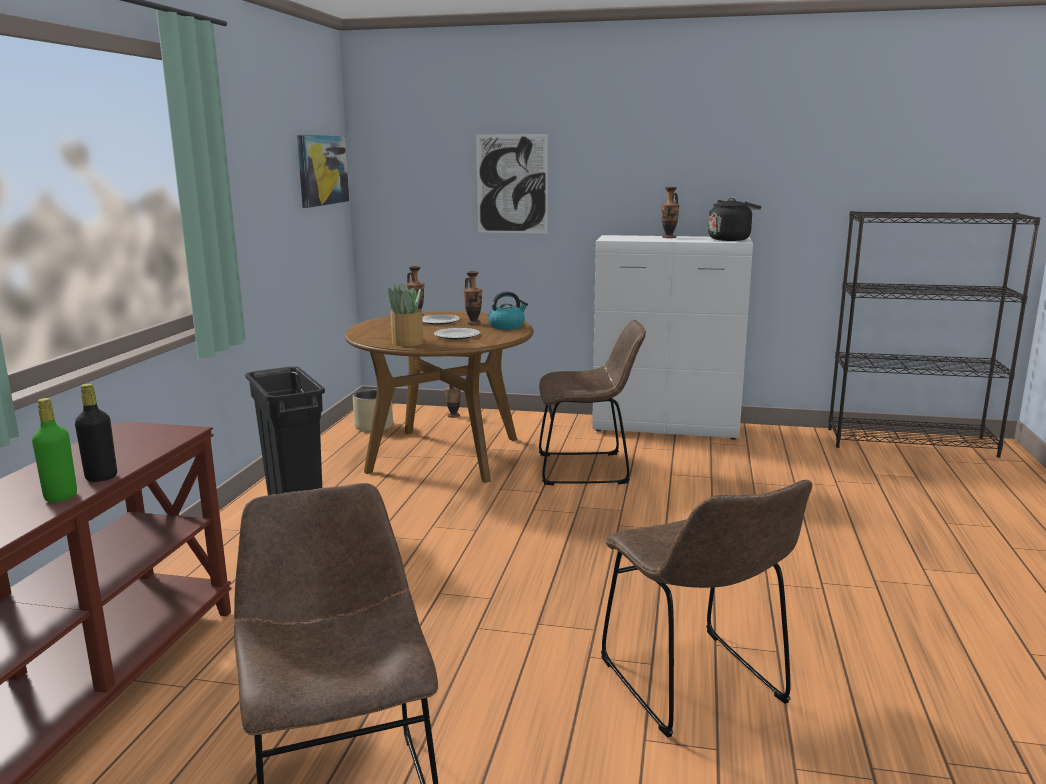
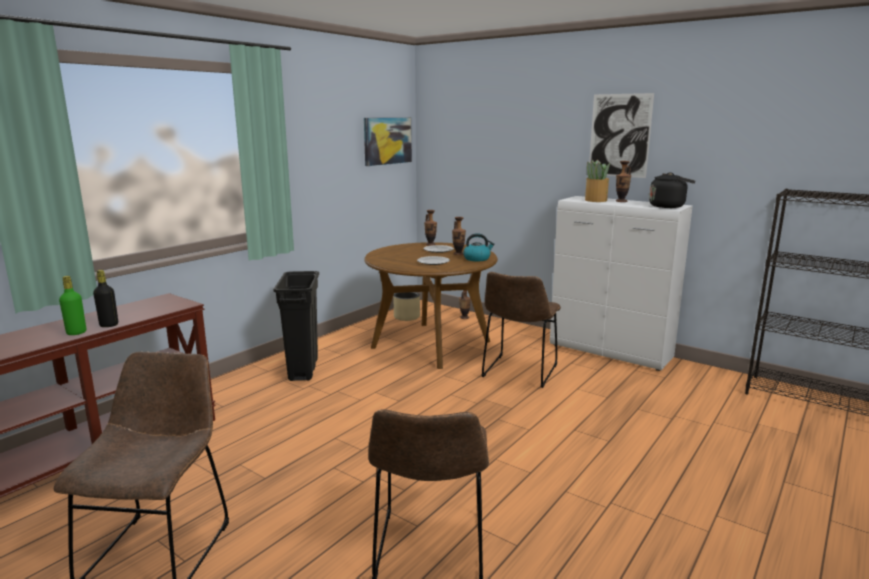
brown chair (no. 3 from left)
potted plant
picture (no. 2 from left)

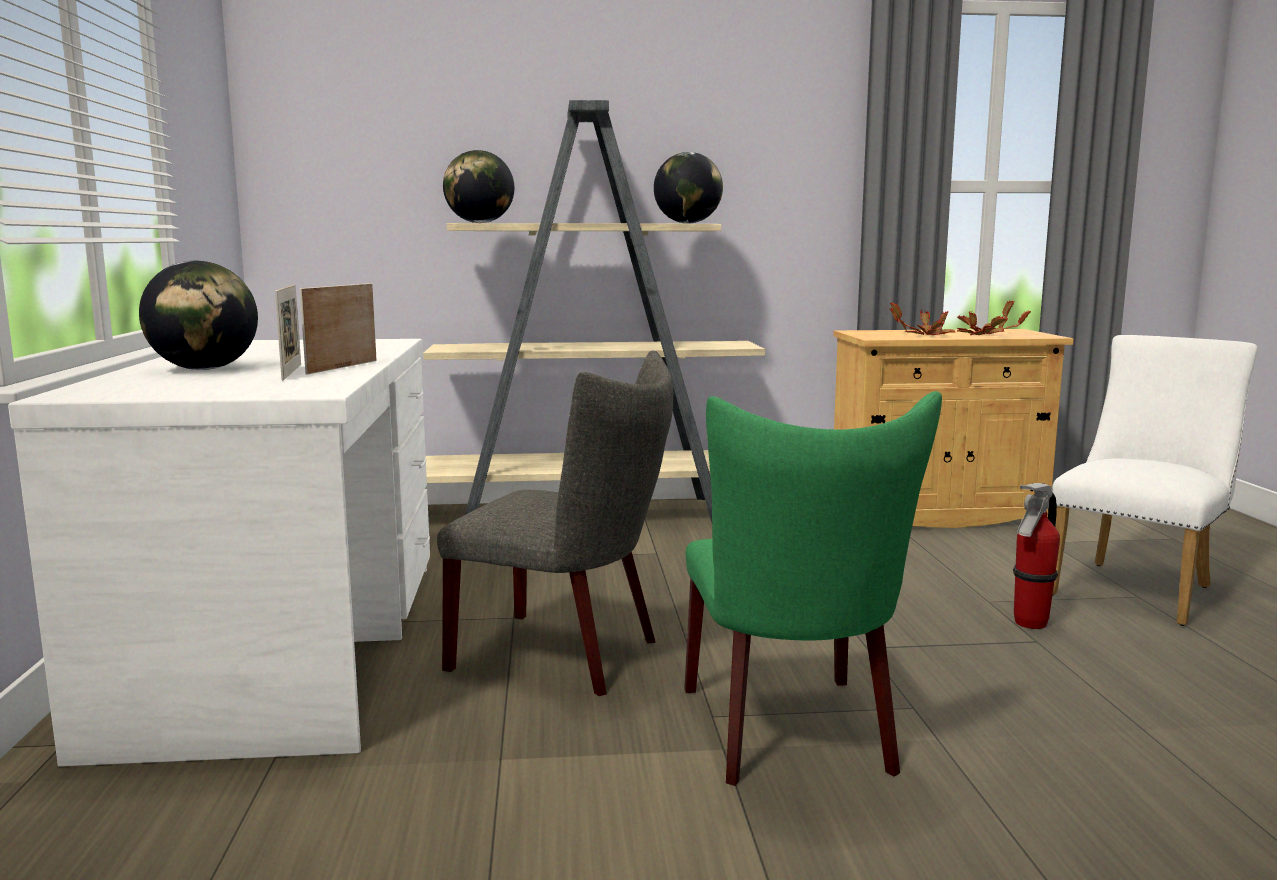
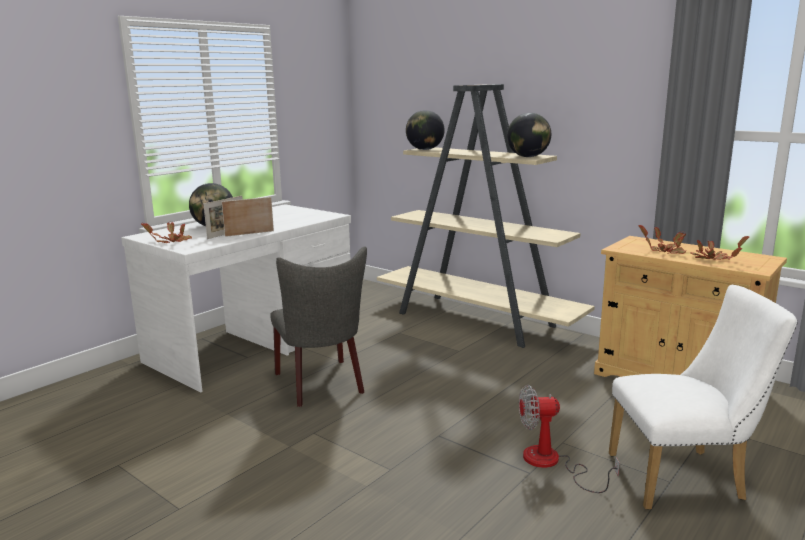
potted plant (no. 1 from left)
fan
green chair

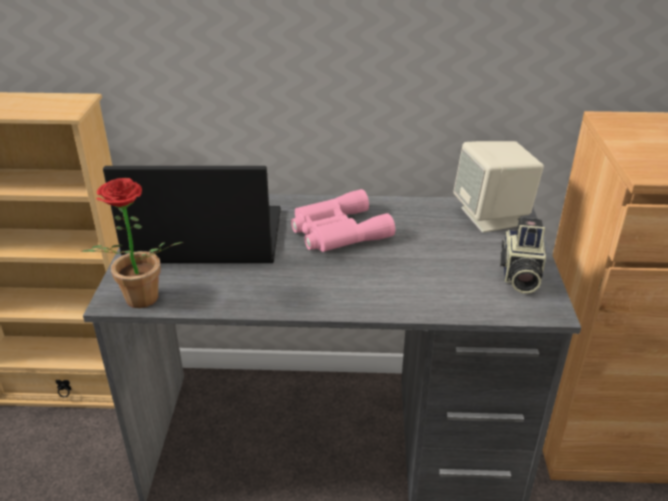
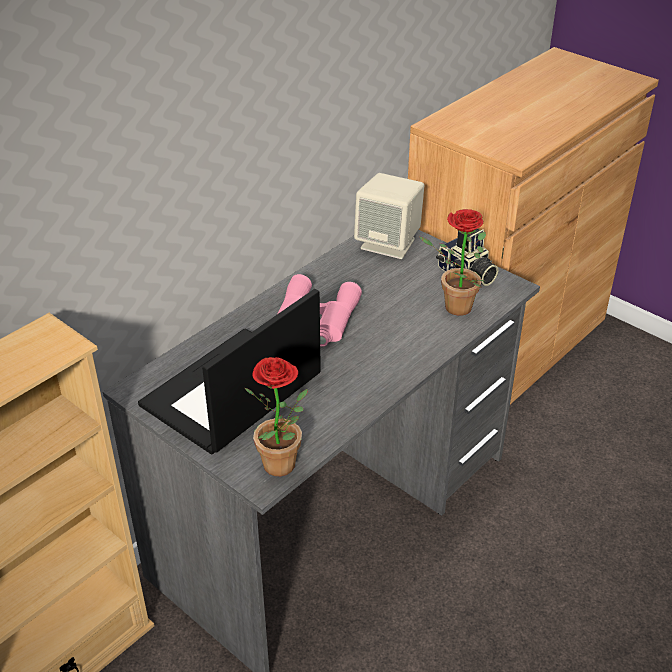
potted plant (no. 2 from left)

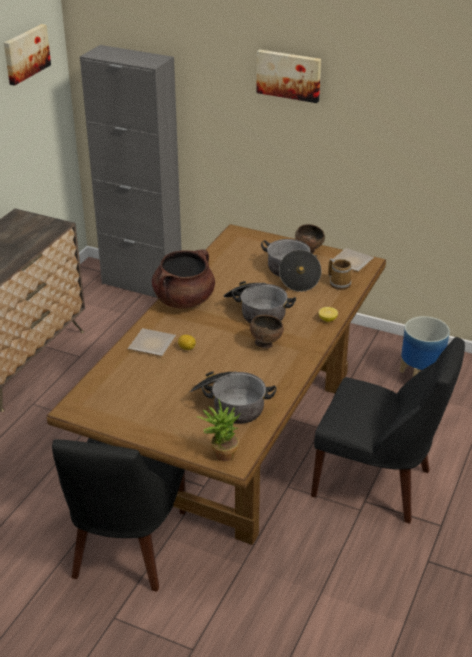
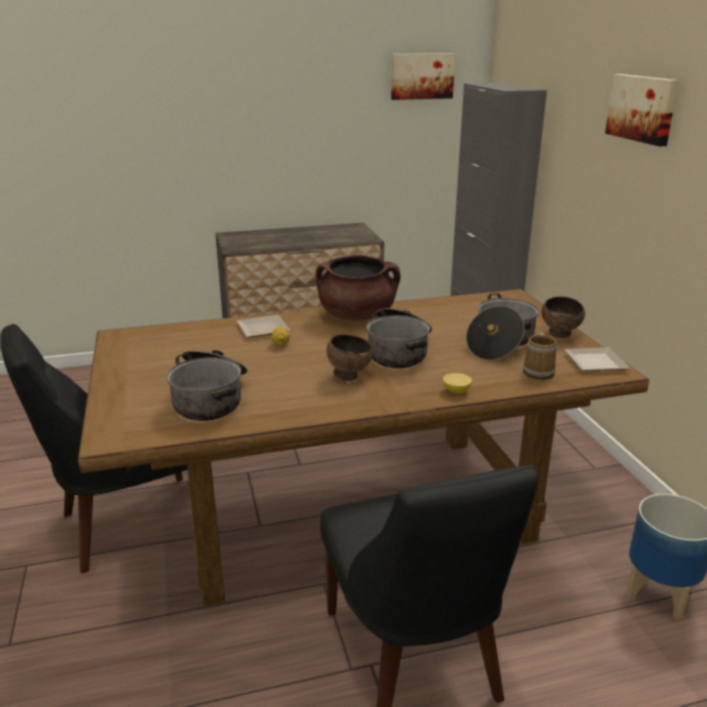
potted plant

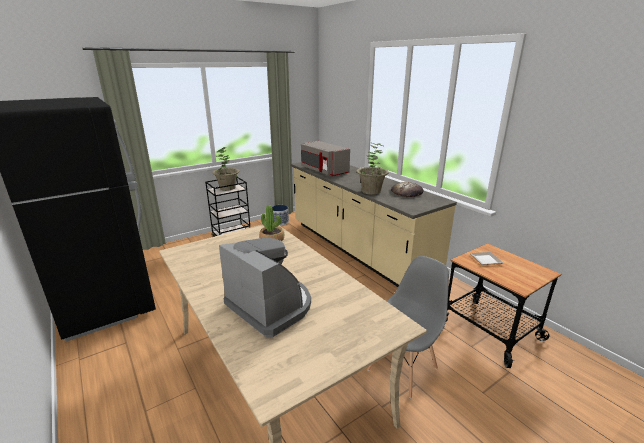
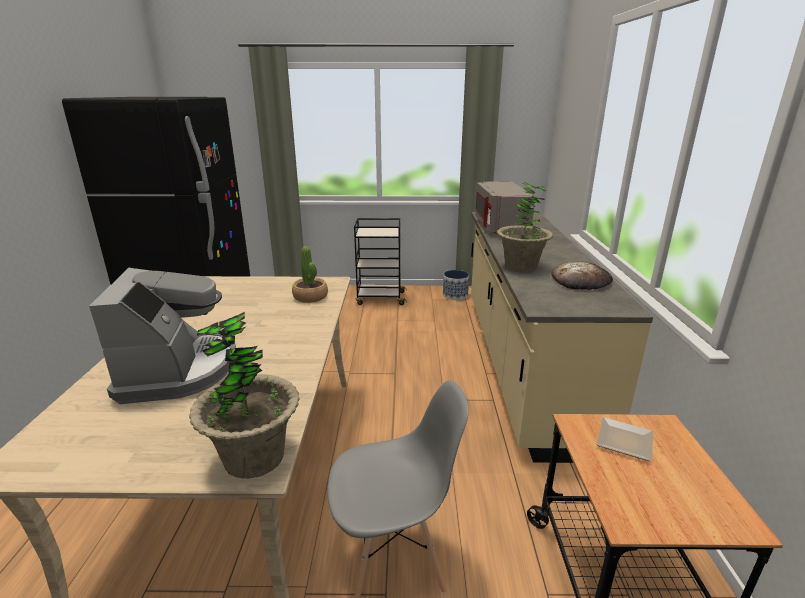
potted plant (no. 1 from left)

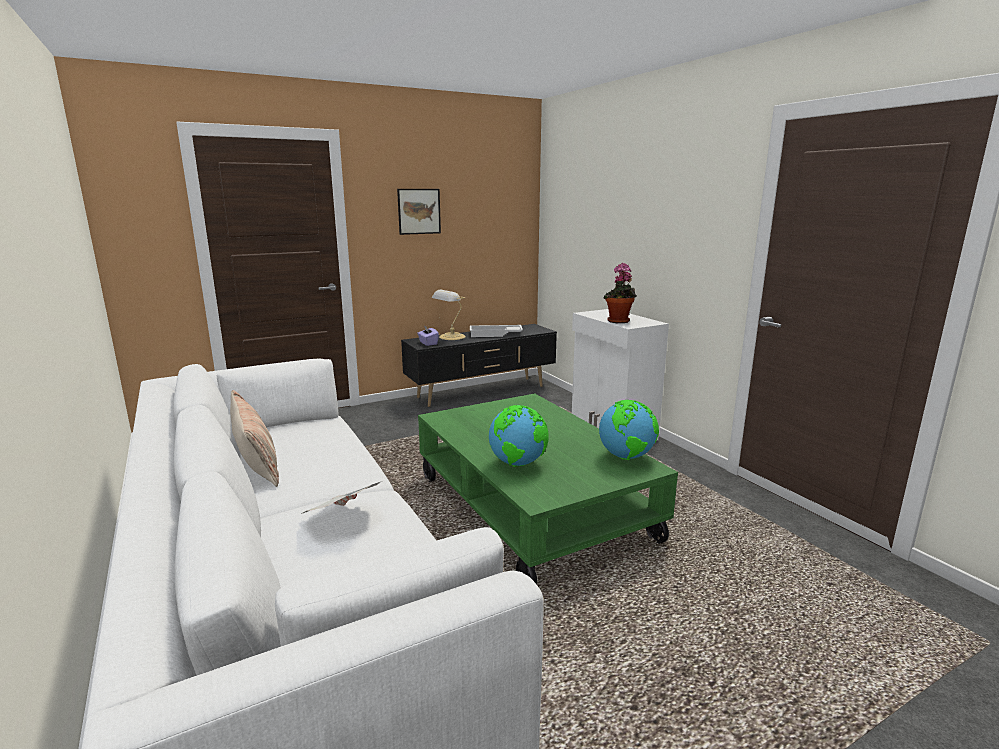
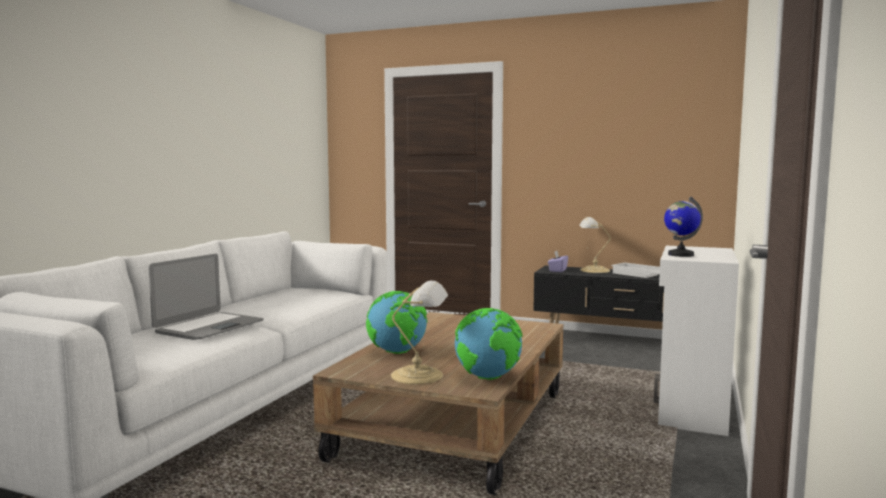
laptop
brown coffee table
table lamp (no. 1 from left)
globe (no. 3 from left)
pillow
picture

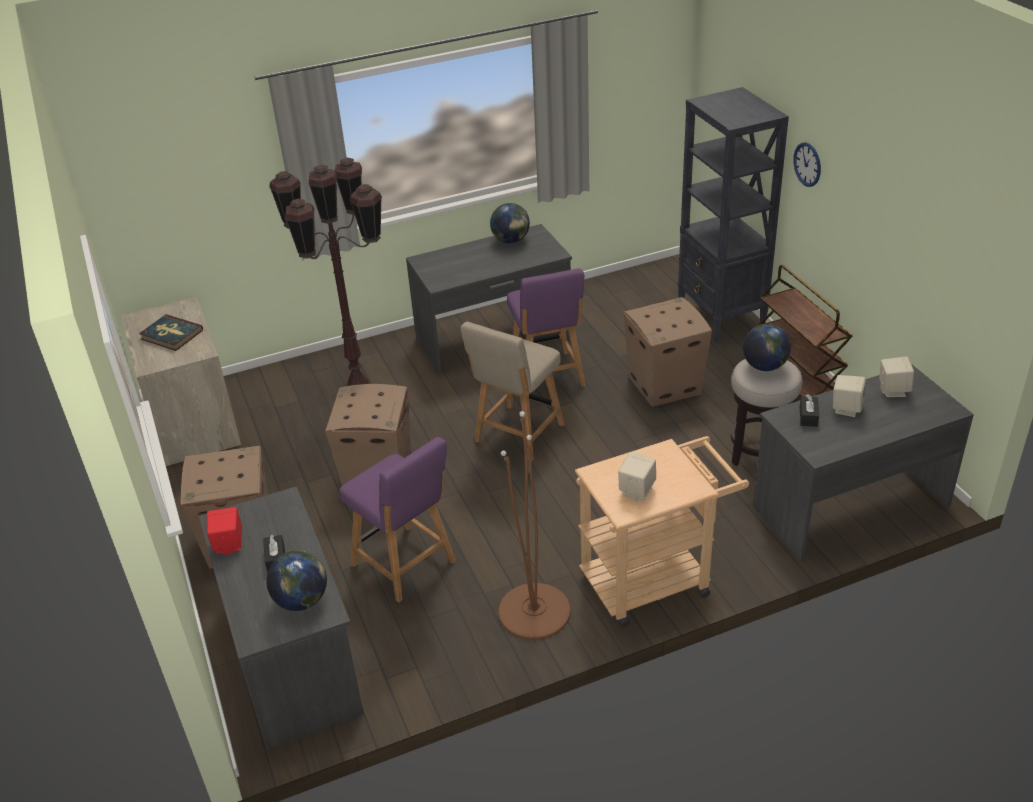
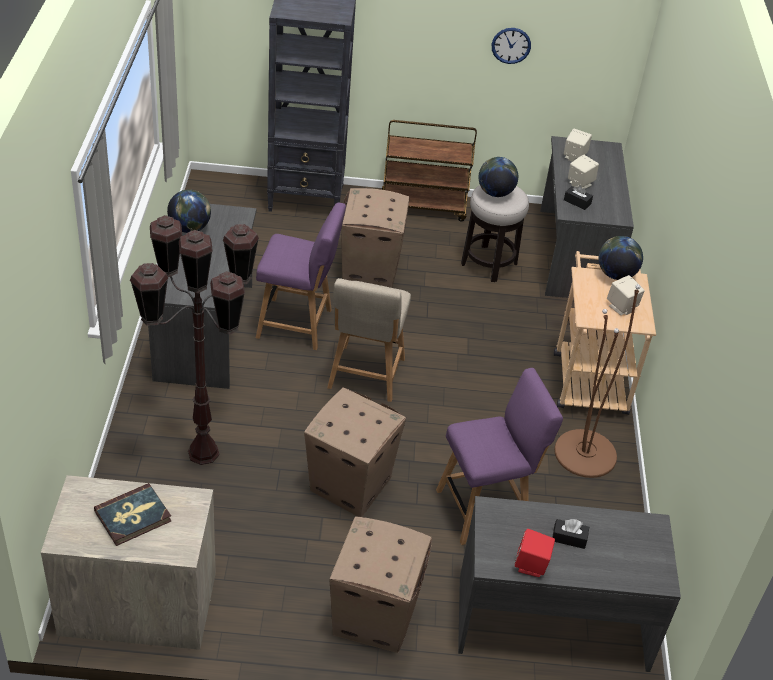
beige chair
wall clock
globe (no. 3 from left)

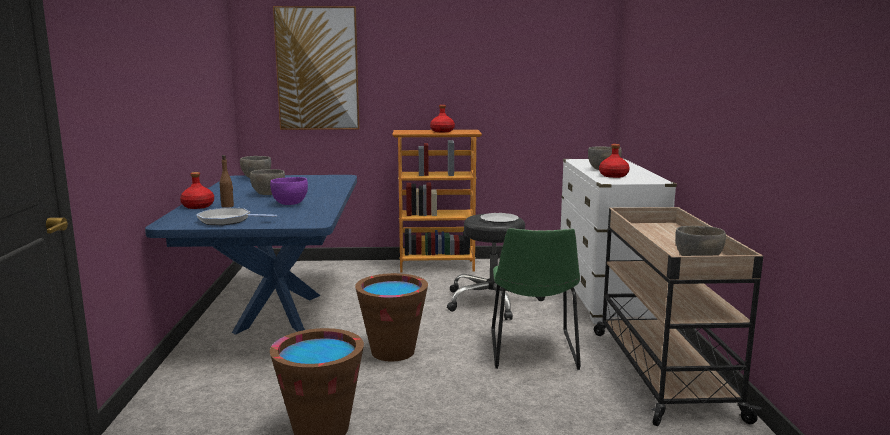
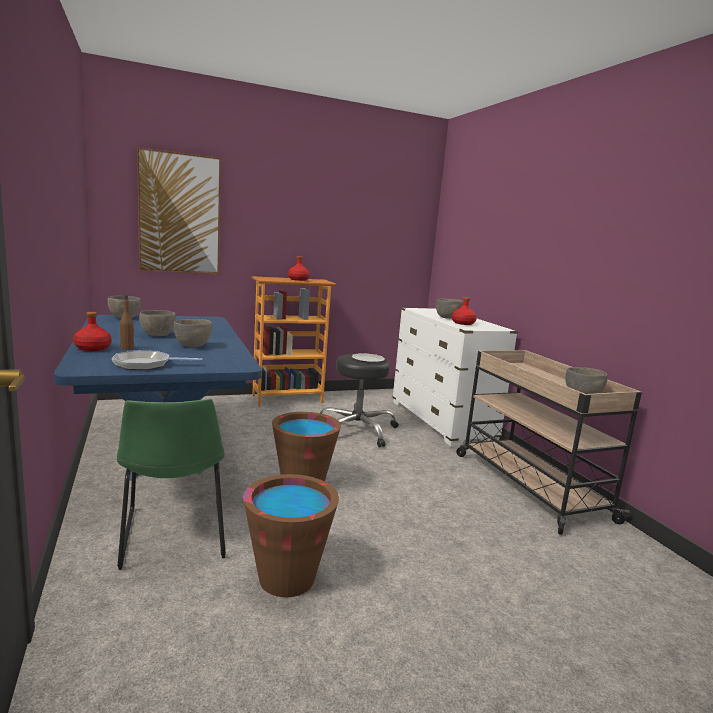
green chair
grey bowl (no. 3 from left)

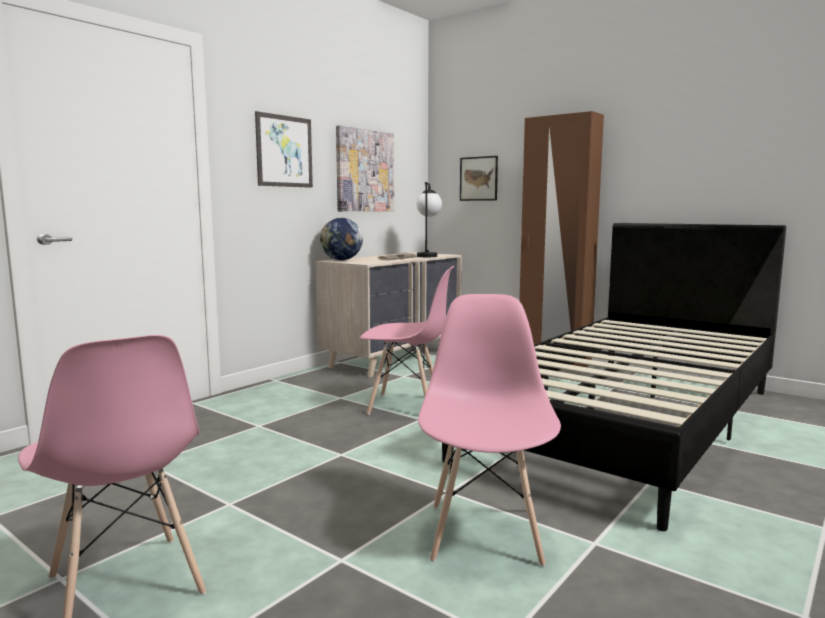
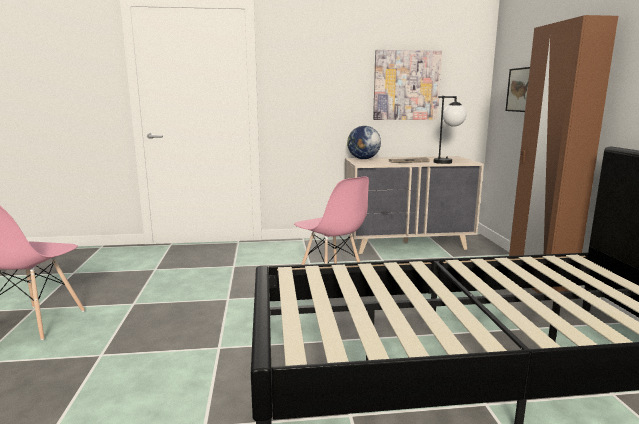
picture (no. 1 from left in the first image)
pink chair (no. 3 from left in the first image)

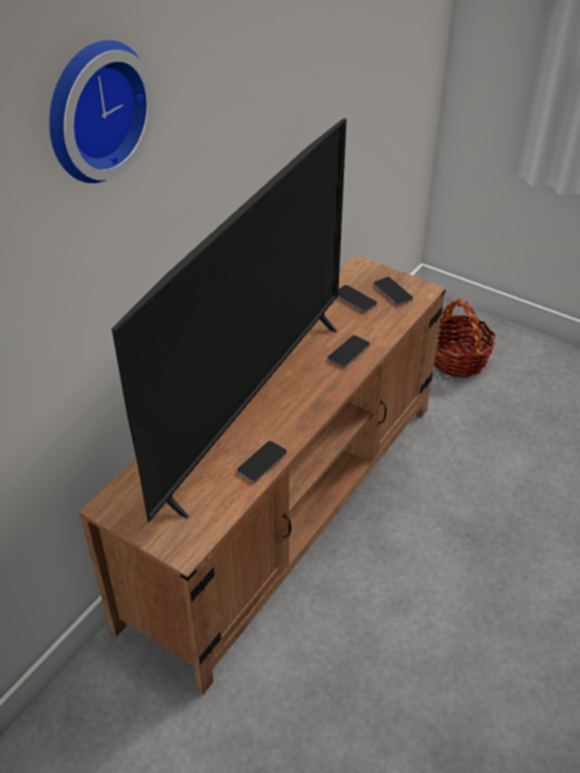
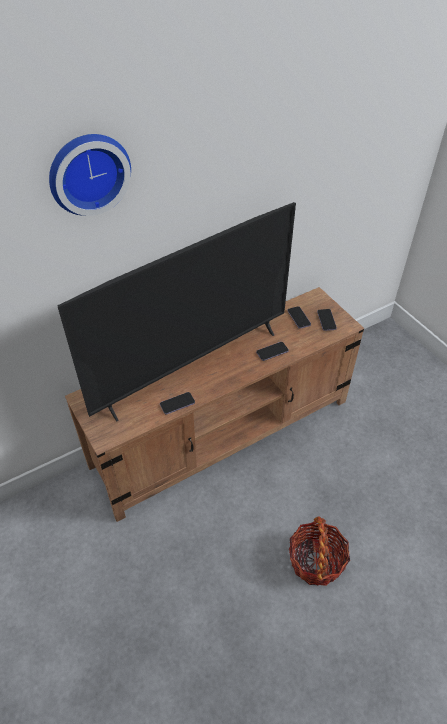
basket

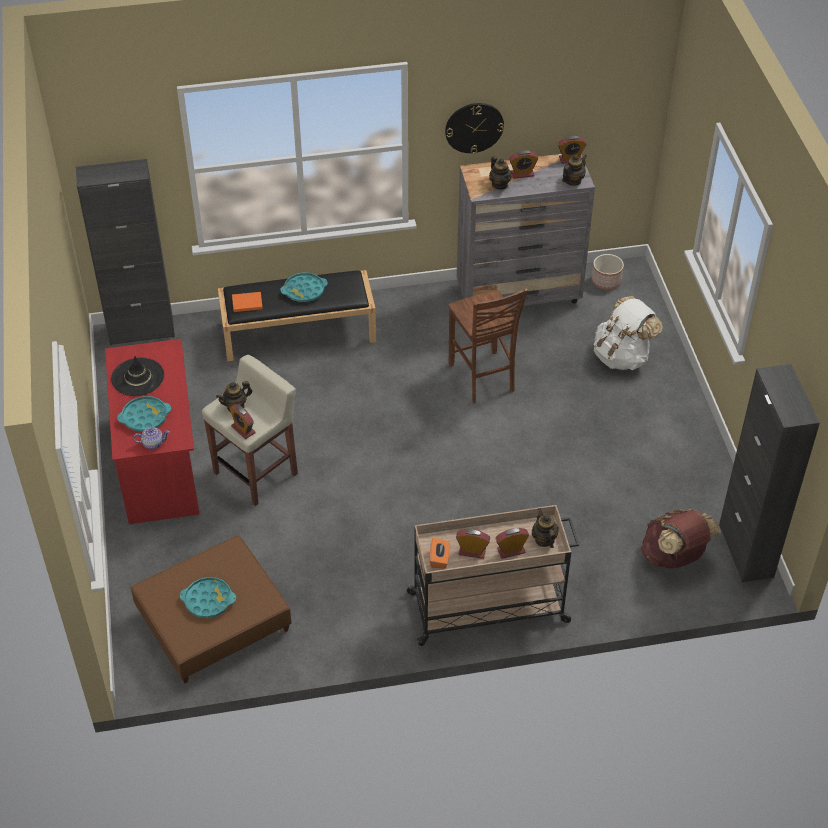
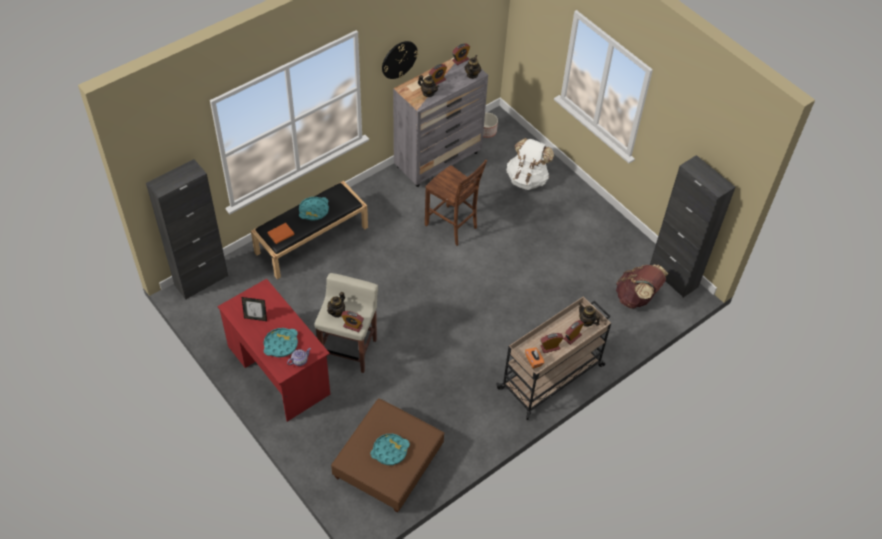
picture frame

